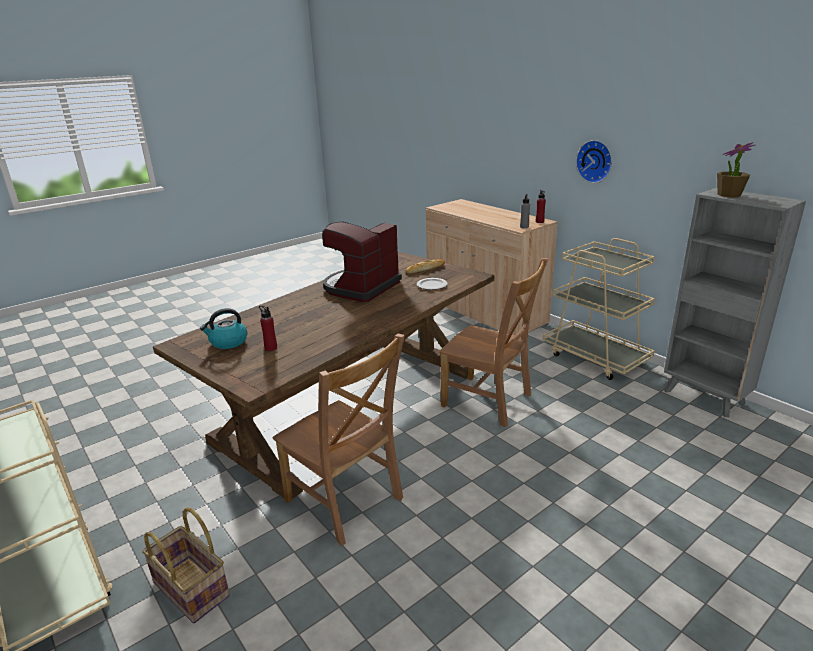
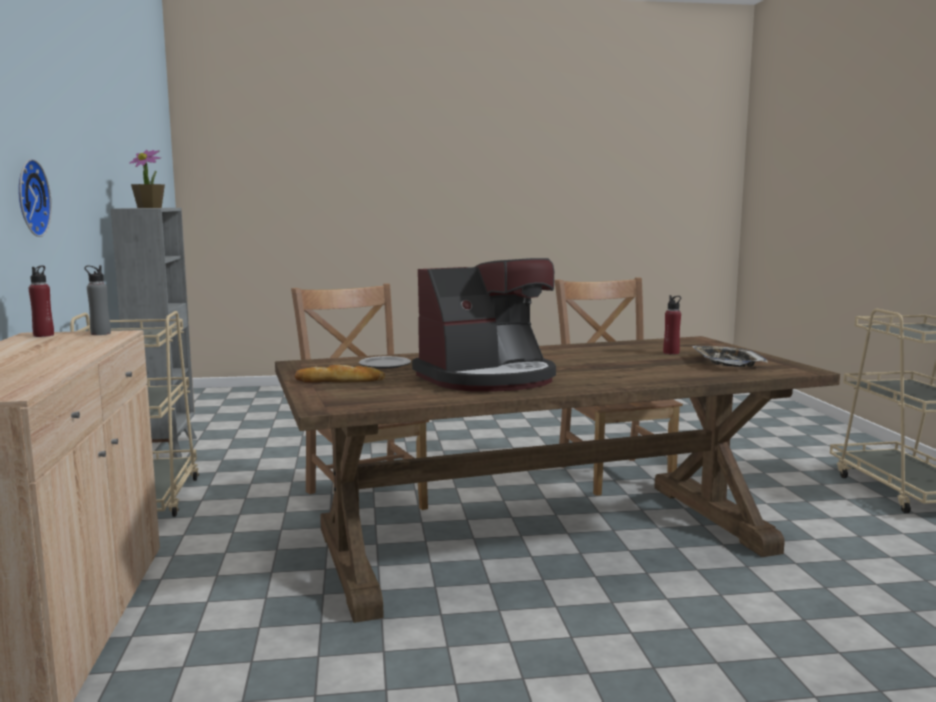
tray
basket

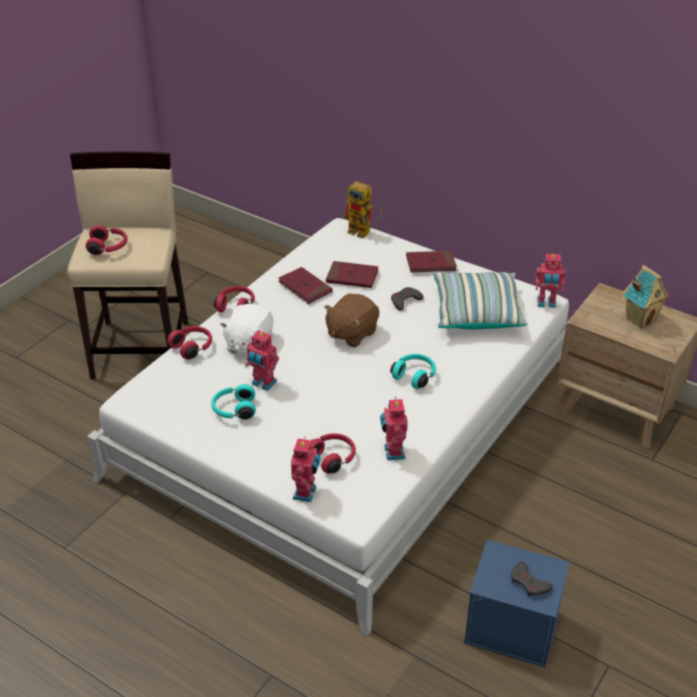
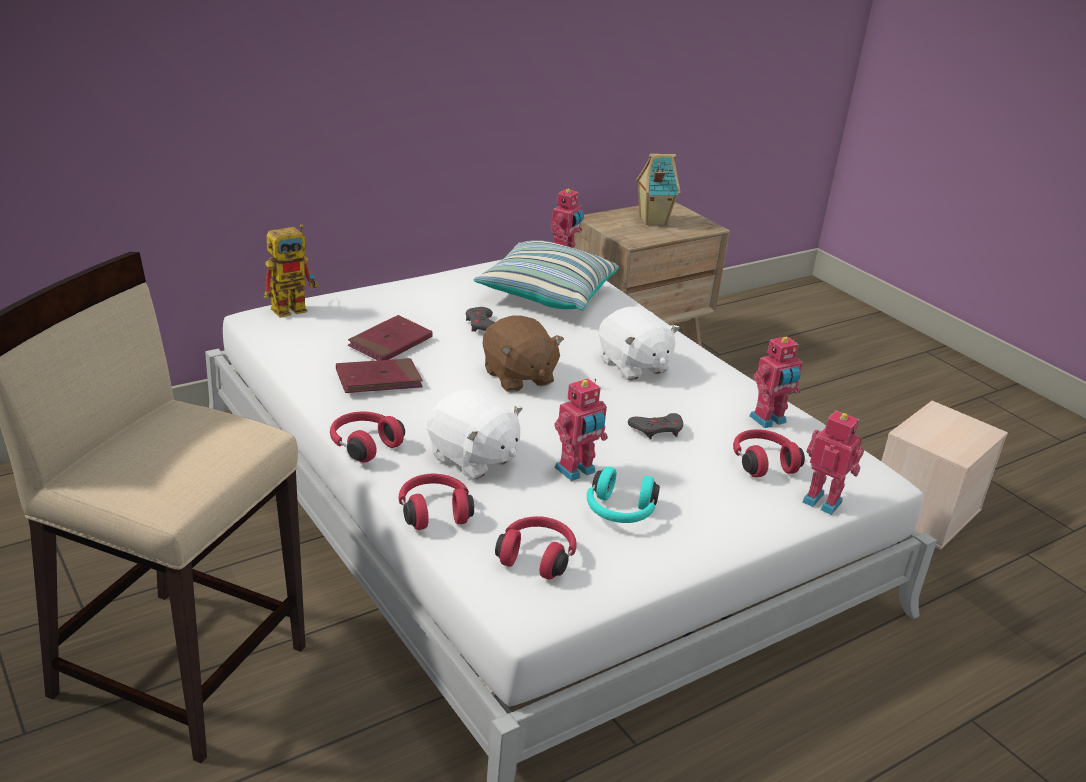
red headphones (no. 3 from left)
white plush toy (no. 2 from left)
grey game controller (no. 2 from left)
toy robot (no. 4 from left)
beige storage box
red book (no. 3 from left in the first image)

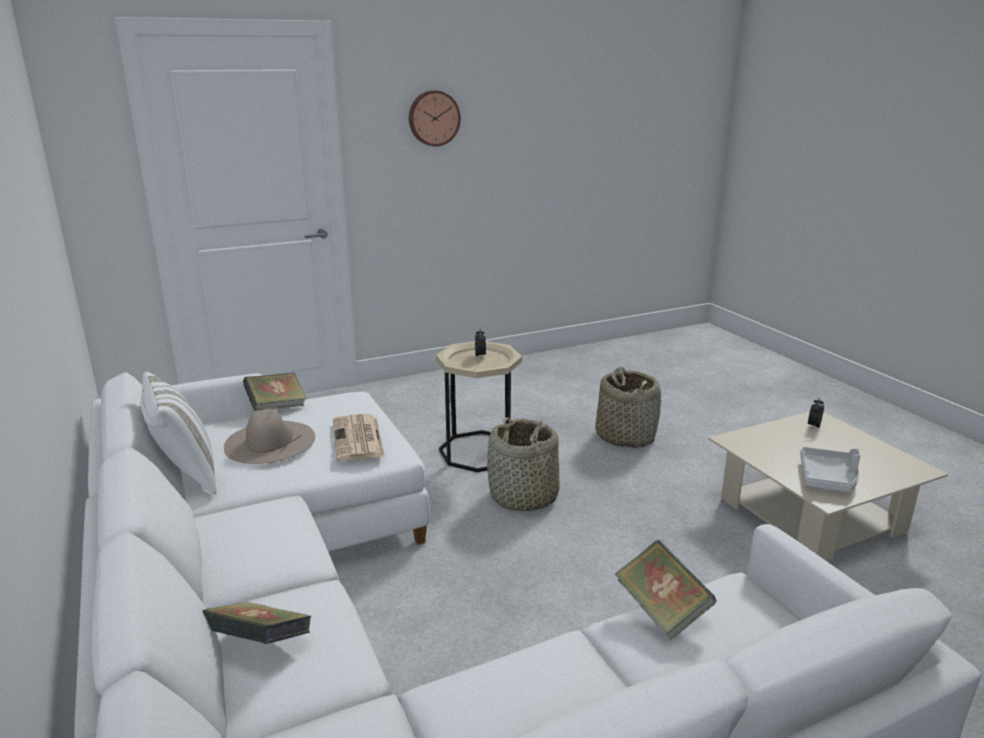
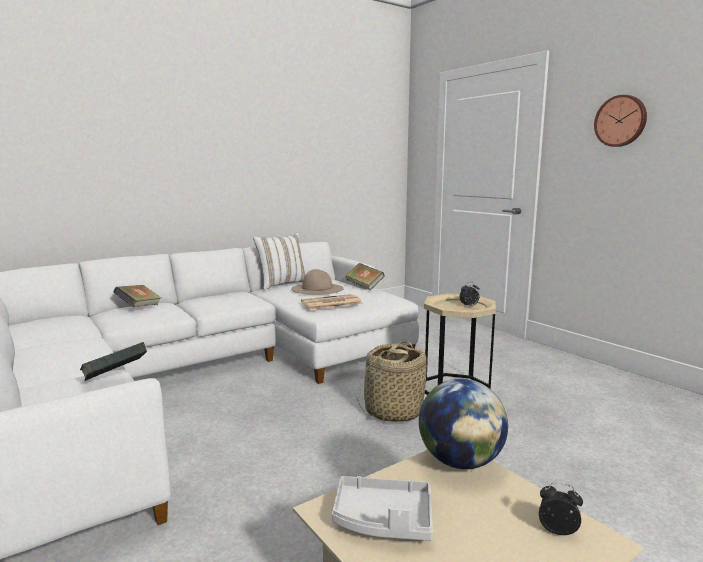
globe
basket (no. 2 from left in the first image)

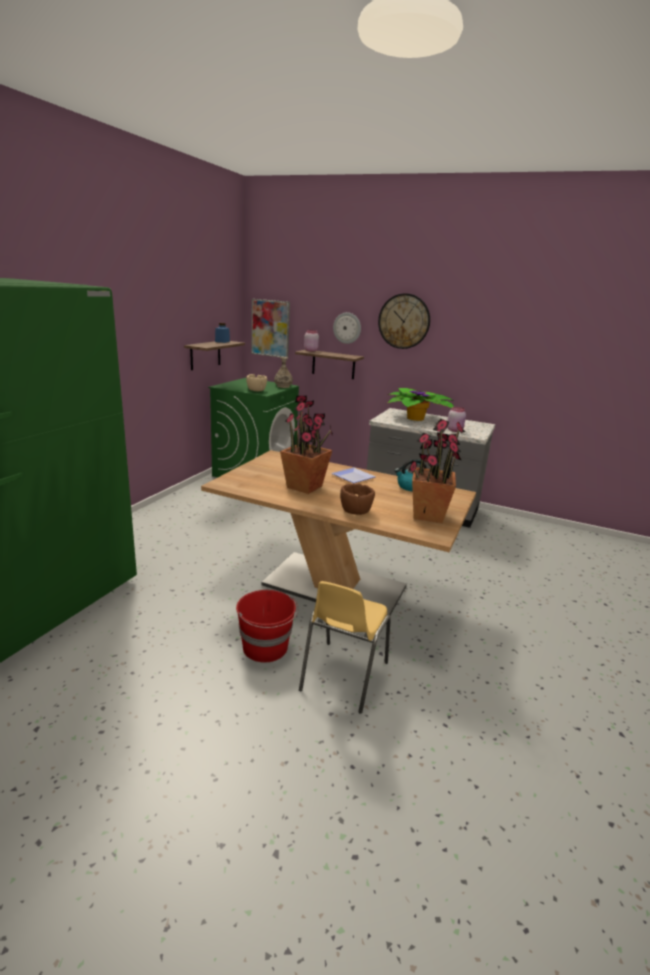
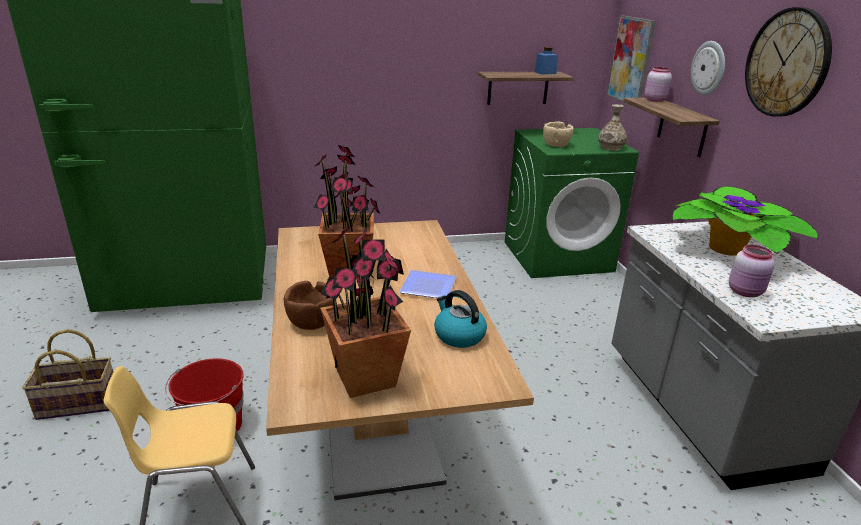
basket

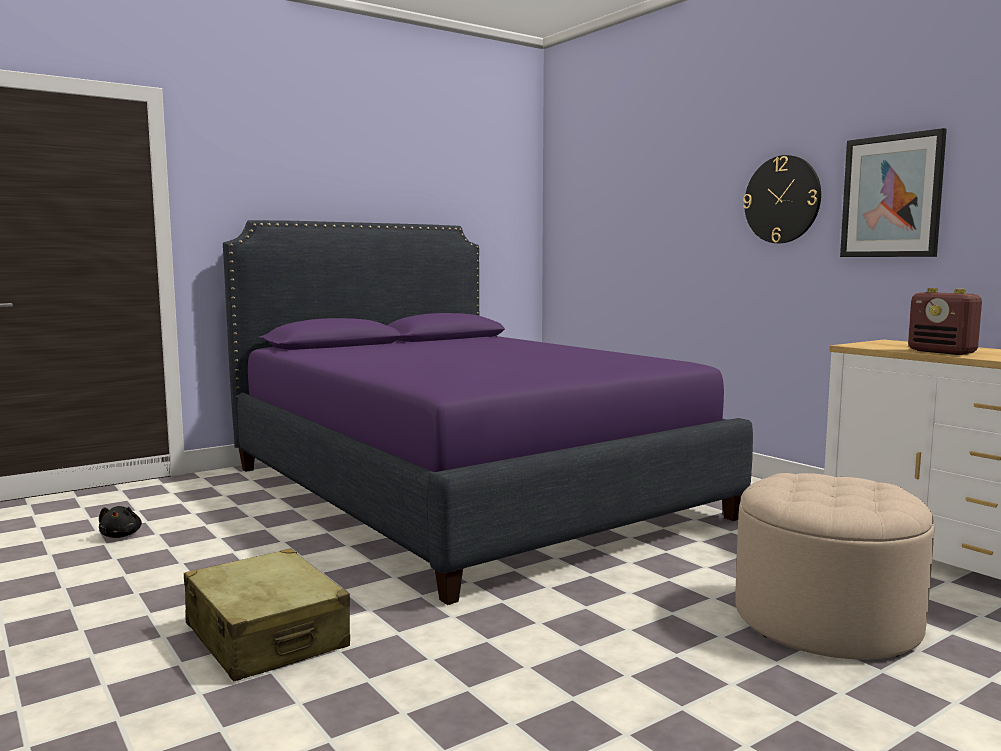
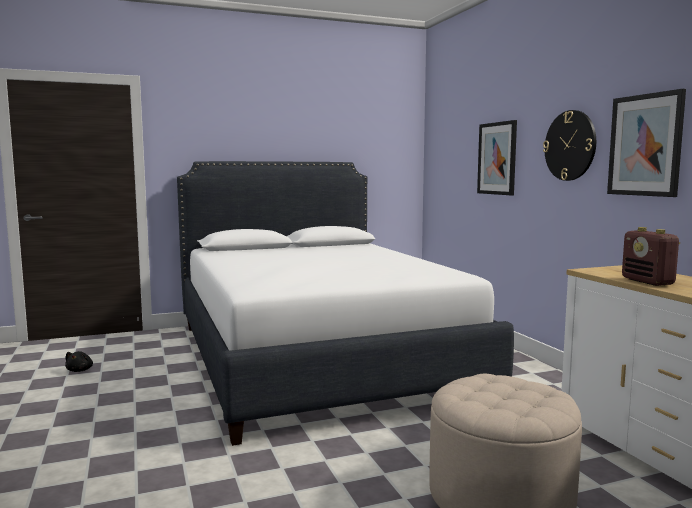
white bed
picture (no. 1 from left)
beige suitcase

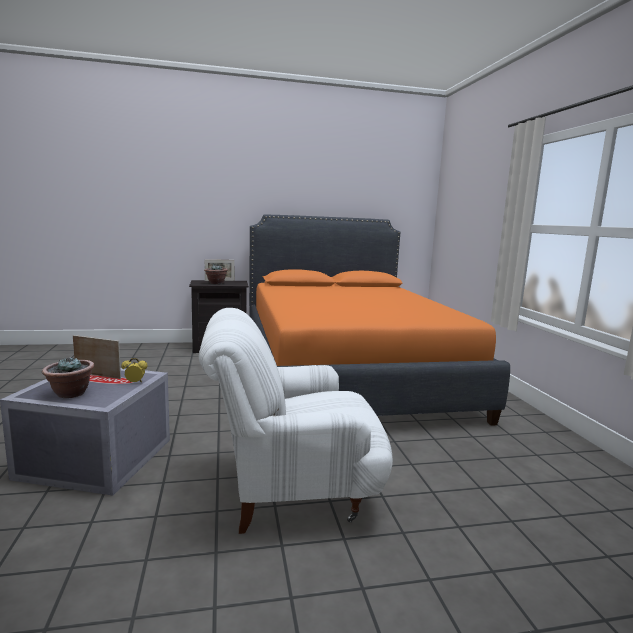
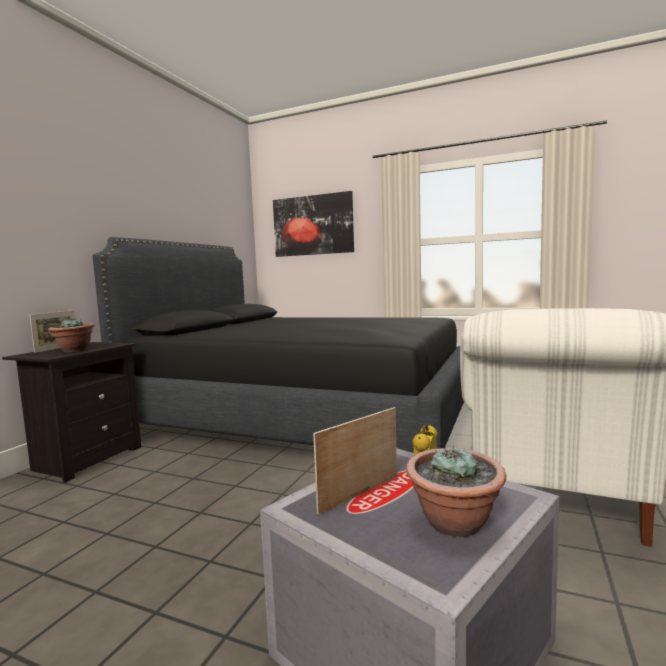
black bed
picture

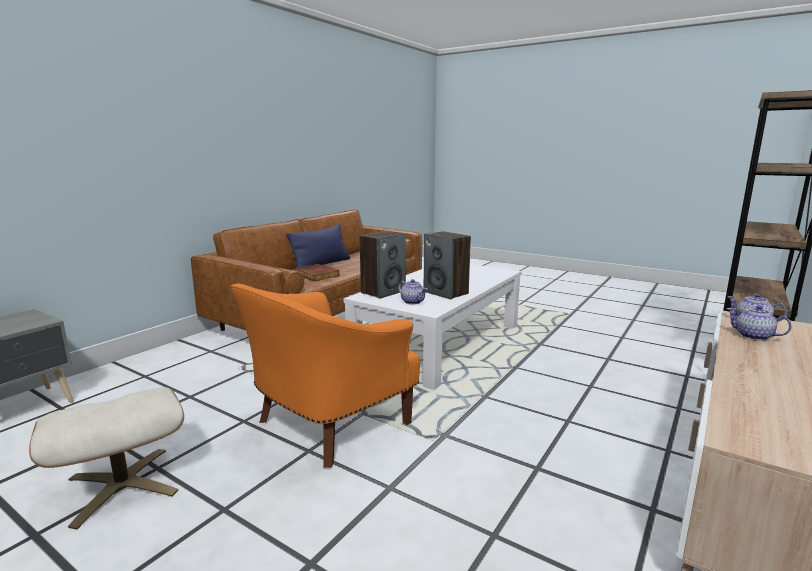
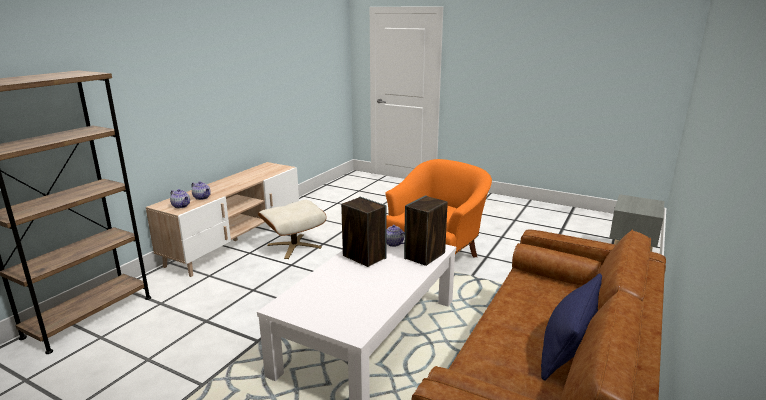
beige ottoman
book

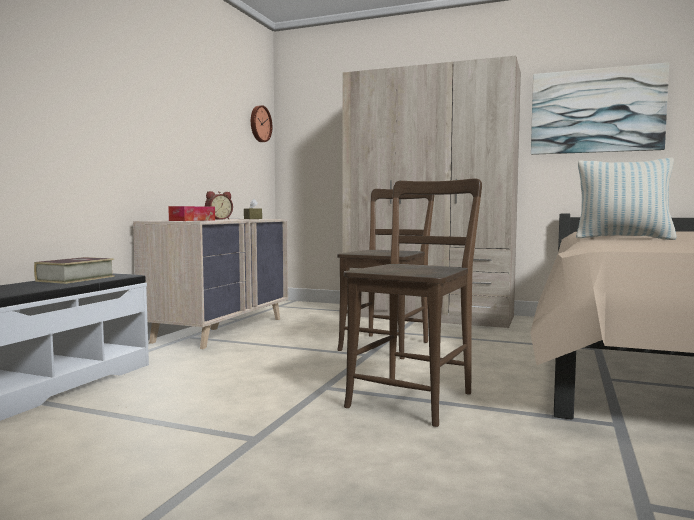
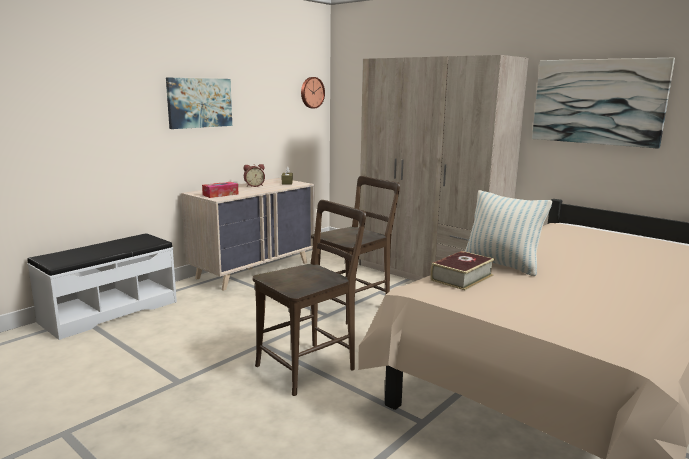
picture (no. 1 from left)
book

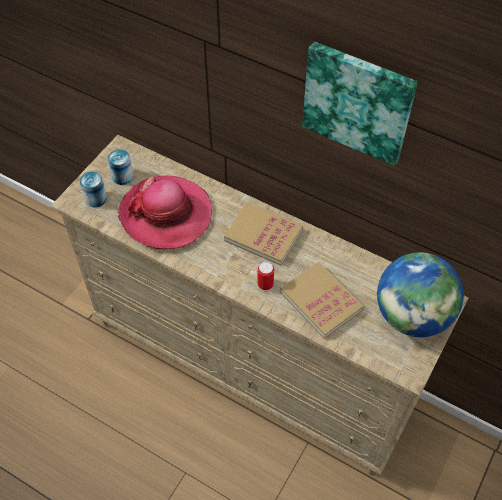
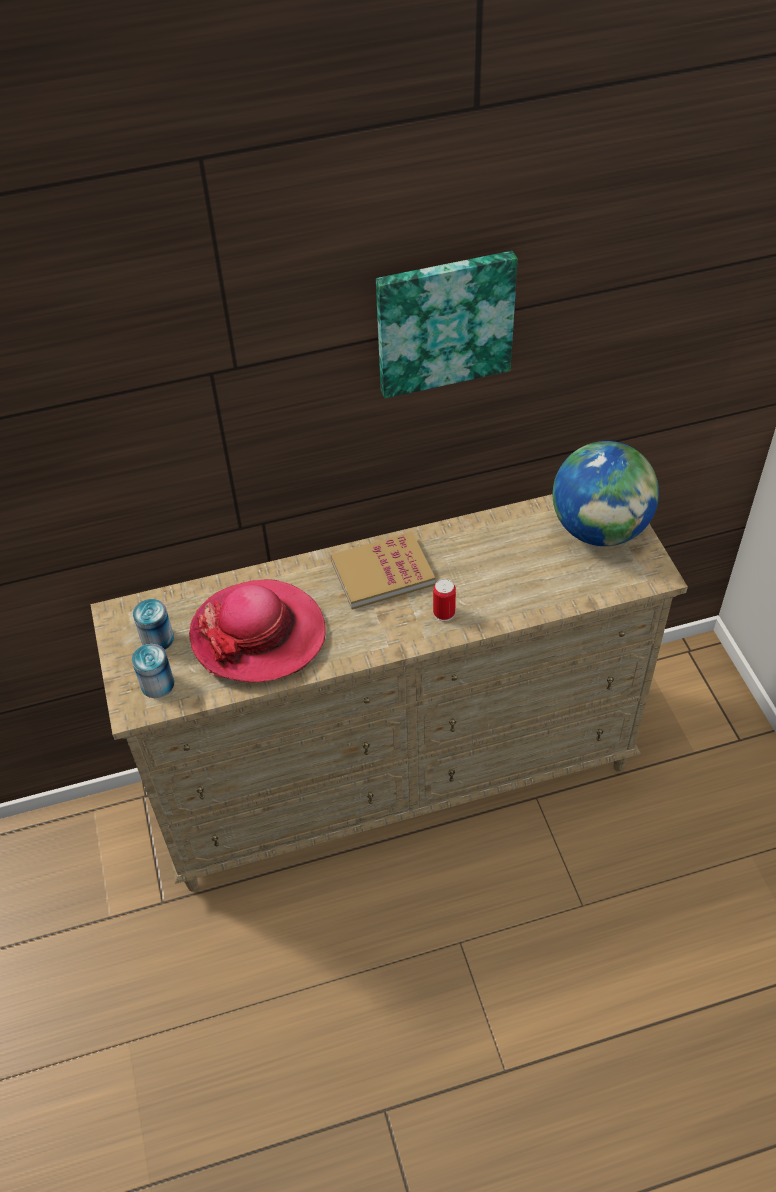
book (no. 2 from left in the first image)

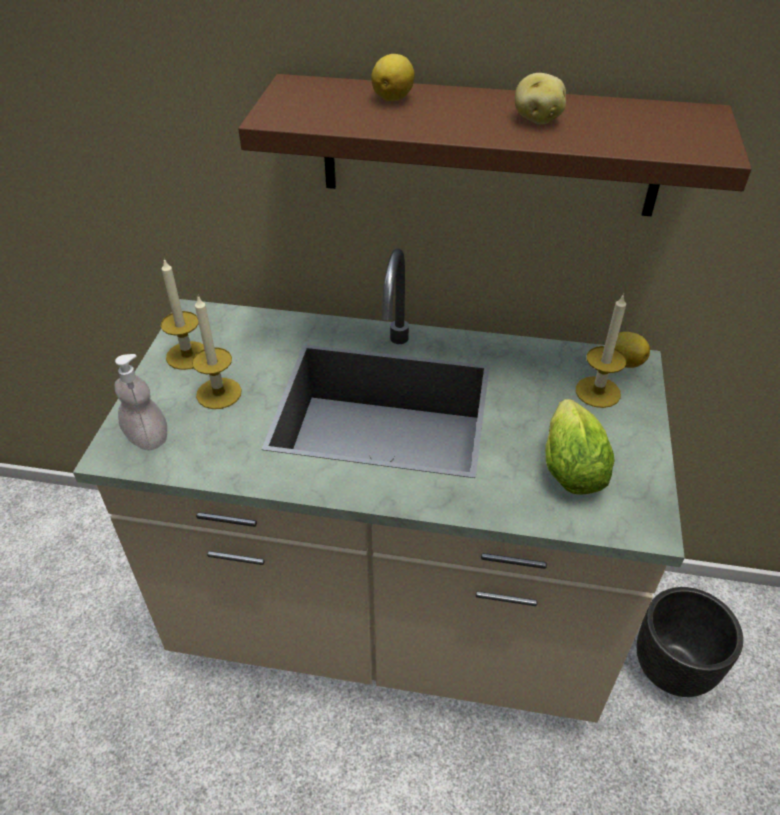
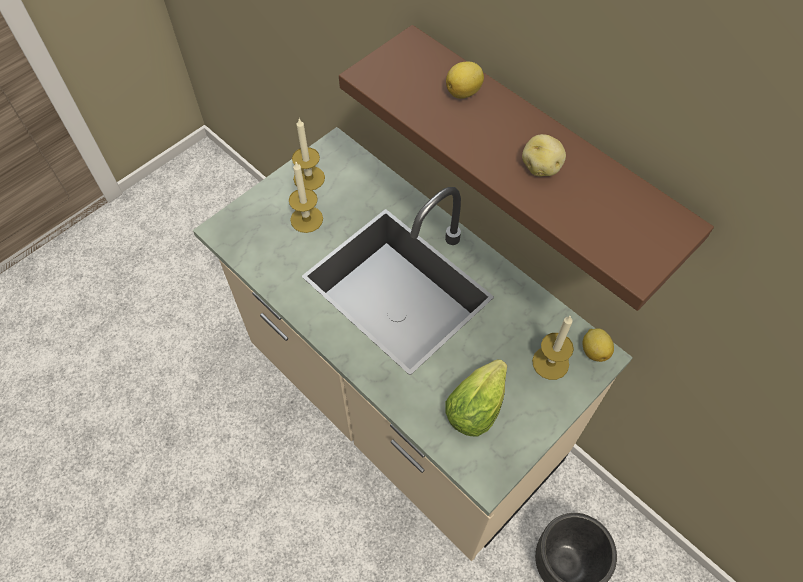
soap dispenser

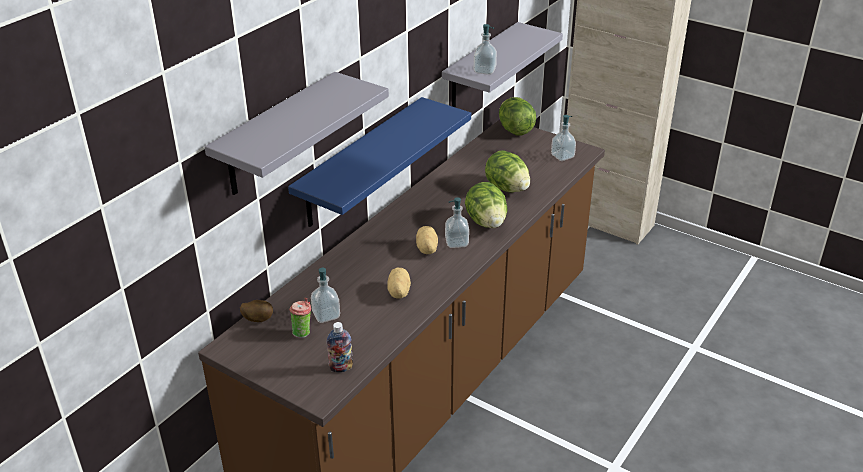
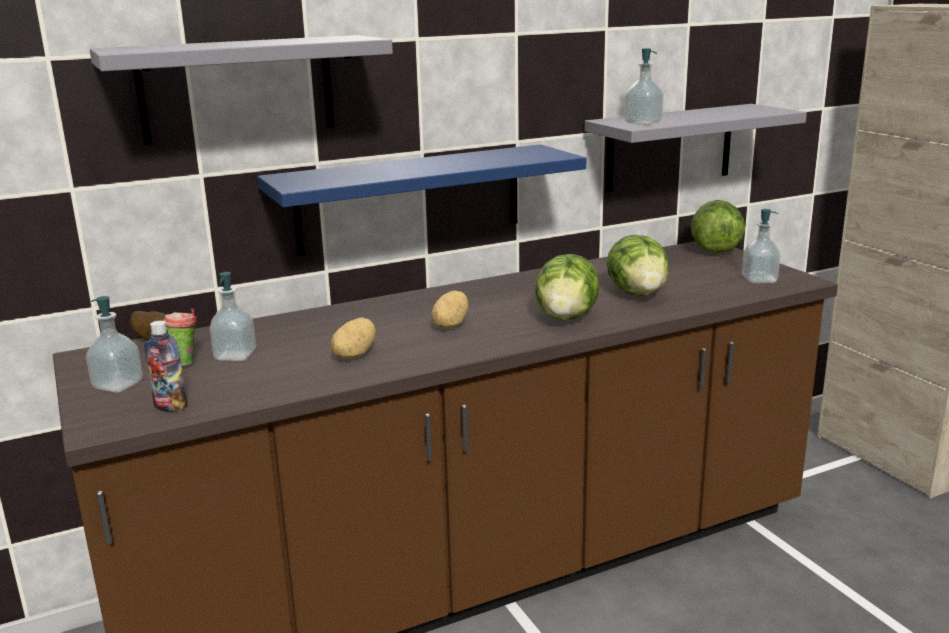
soap dispenser (no. 1 from left)

